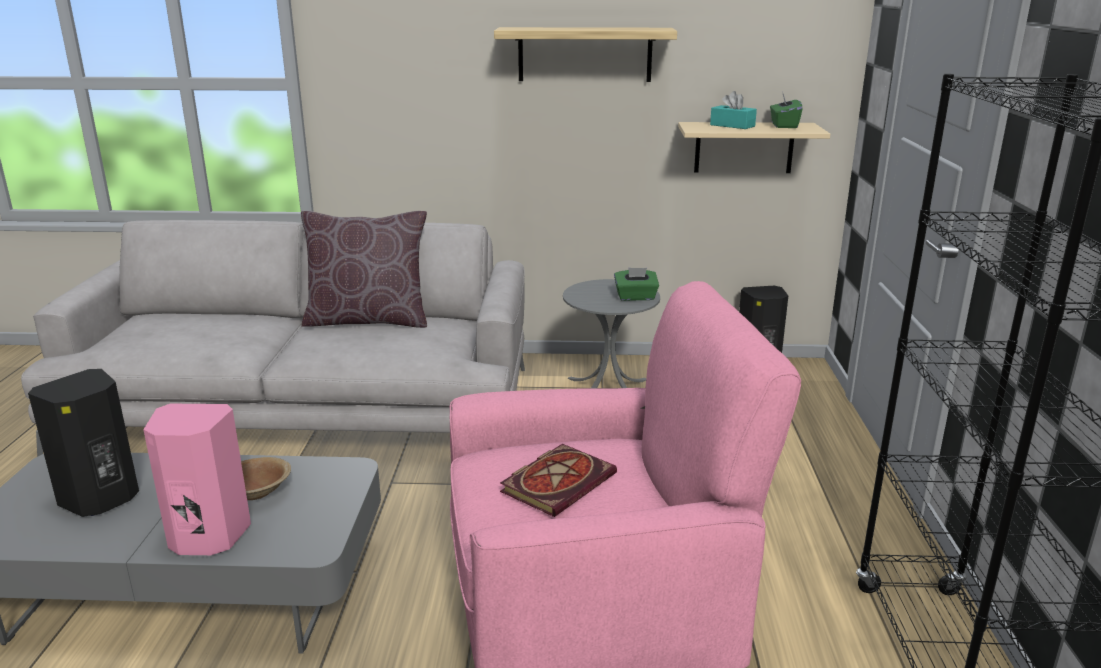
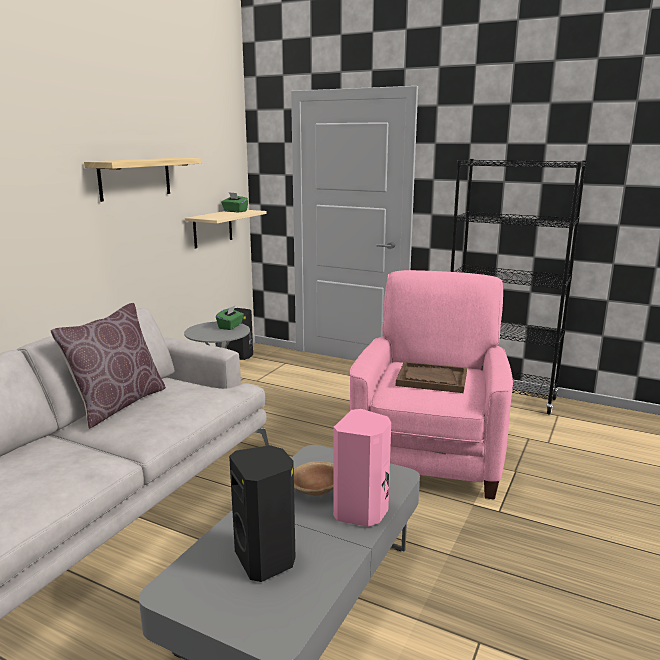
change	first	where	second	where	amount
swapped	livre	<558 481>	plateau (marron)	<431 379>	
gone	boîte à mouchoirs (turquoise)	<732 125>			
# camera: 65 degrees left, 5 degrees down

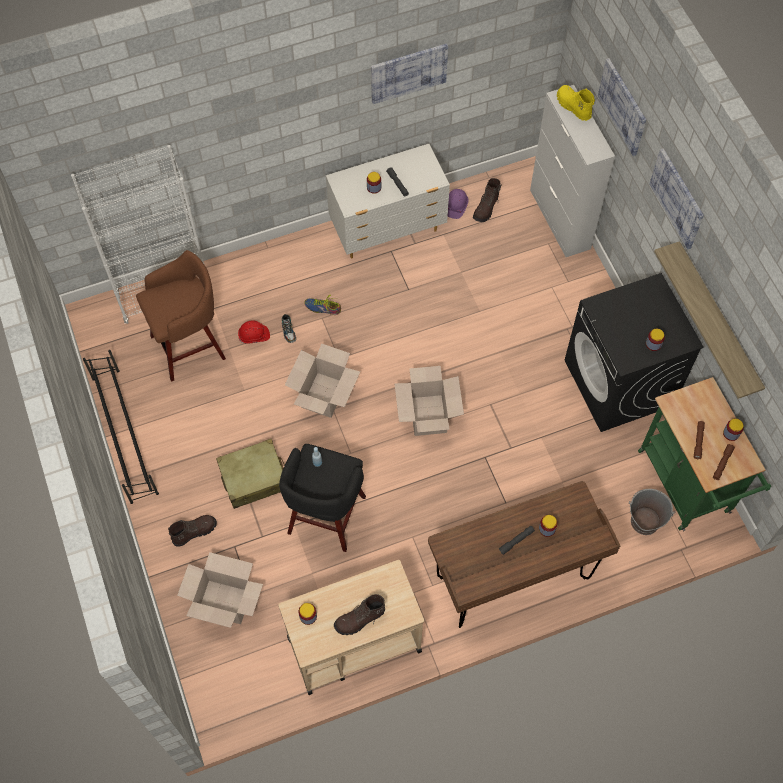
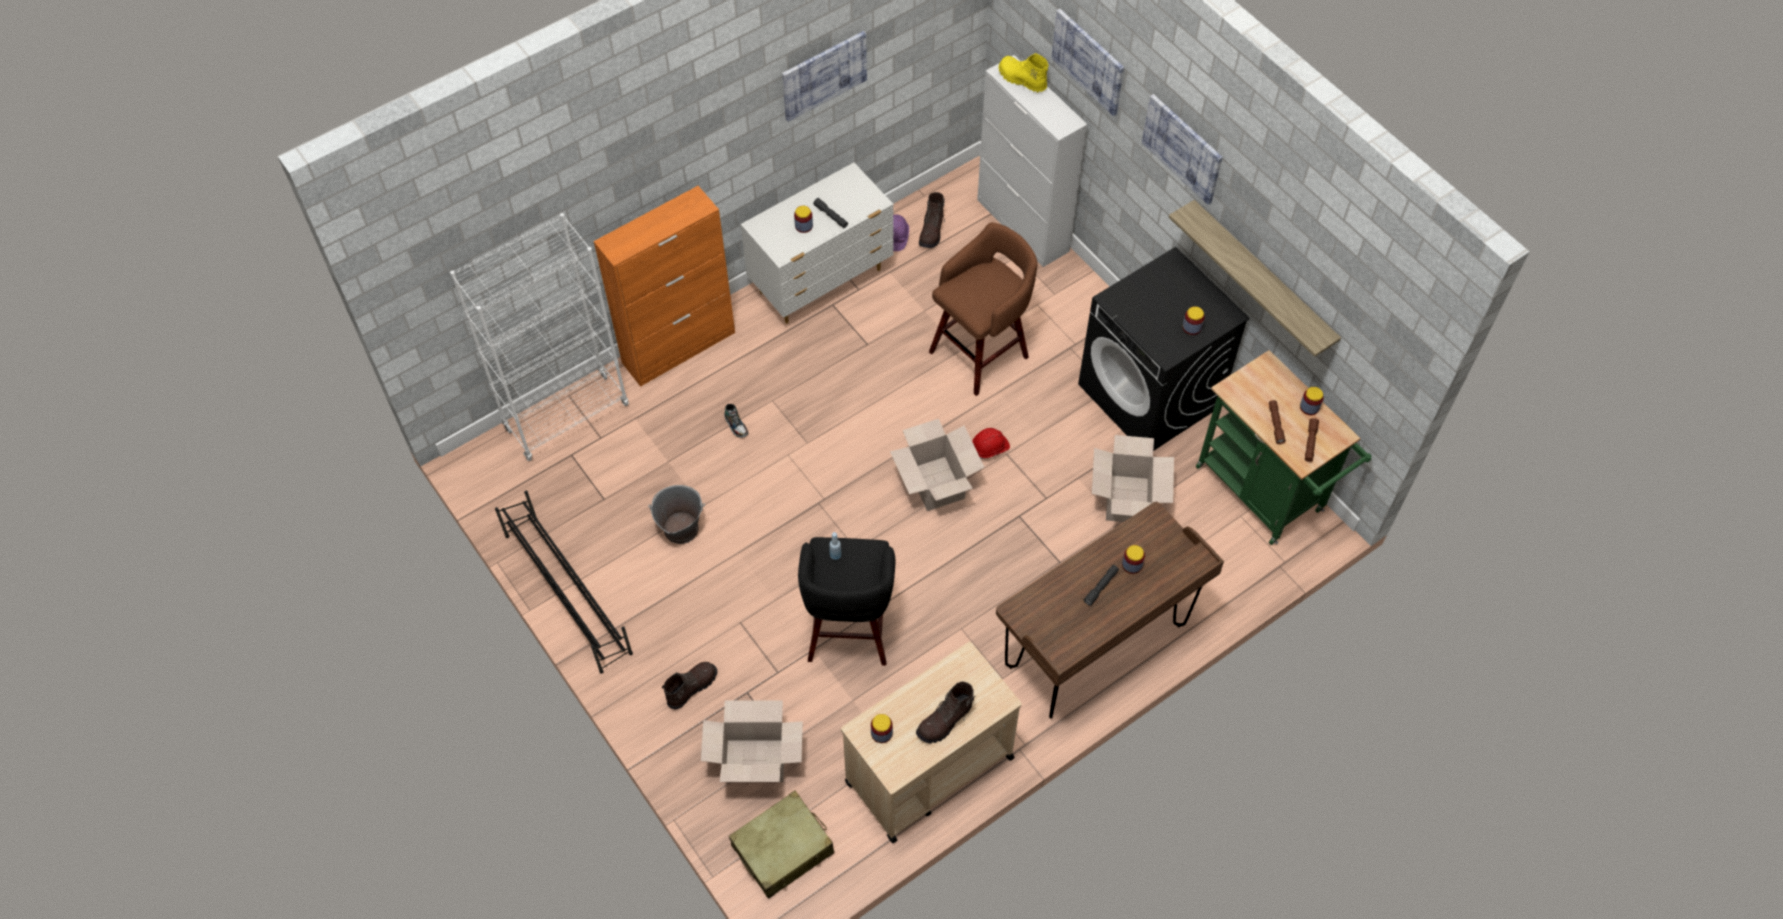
change	first	where	second	where	amount
new			meuble de rangement (orange)	<679 347>	
shifted	seau (gris)	<644 521>		<680 528>	
shifted	valise (beige)	<254 478>		<783 849>	
shifted	tabouret (marron)	<190 346>		<981 353>	
shifted	casque de chantier (rouge)	<254 336>		<990 448>	
shifted	carton	<323 395>		<1126 499>	
gone	chaussure	<323 308>			
# camera: 15 degrees left, 5 degrees down

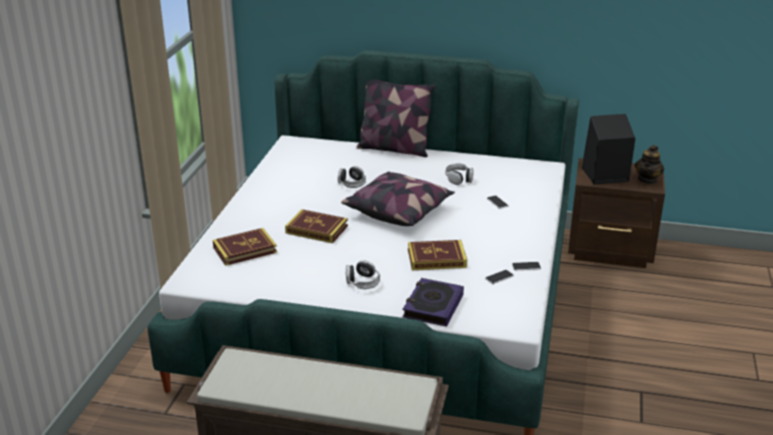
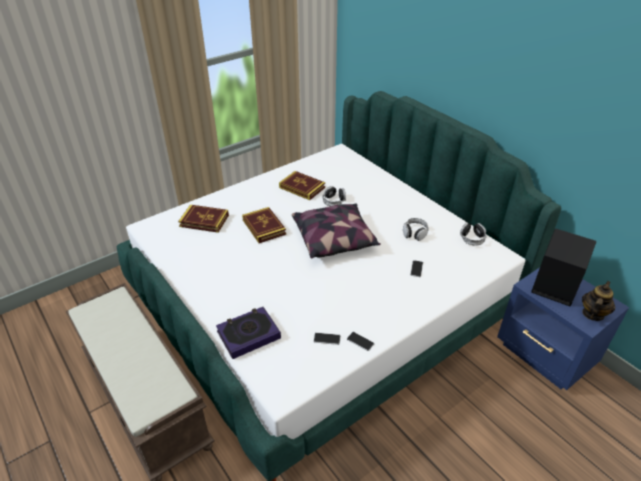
change	first	where	second	where	amount
shifted	livre	<436 258>		<302 187>	
shifted	casque audio	<362 282>		<472 238>	
repainted	table de chevet (marron)	<611 251>	table de chevet (bleu)	<545 355>	
rotated	théière	<648 179>		<592 314>	150 degrees clockwise
gone	coussin	<394 149>			
# camera: 40 degrees right, 10 degrees up

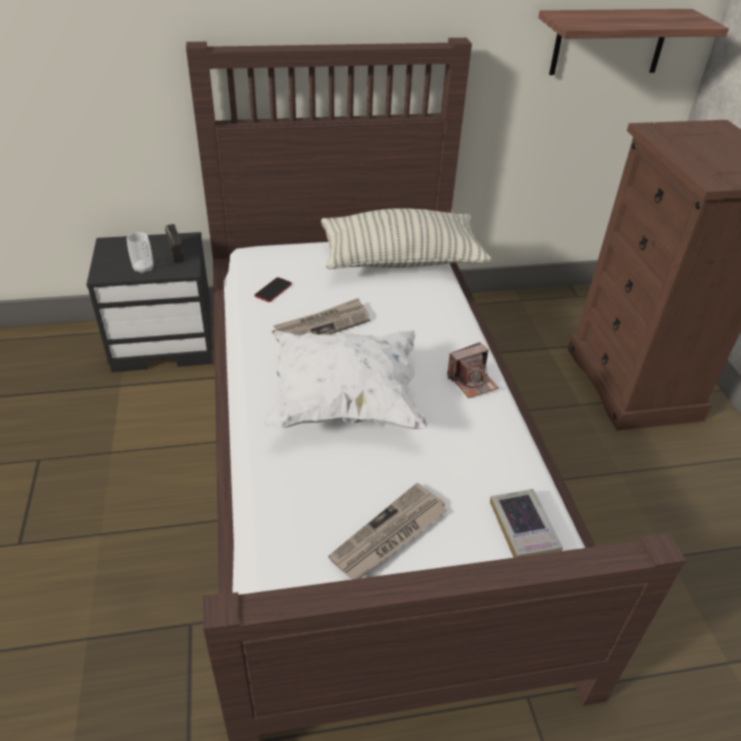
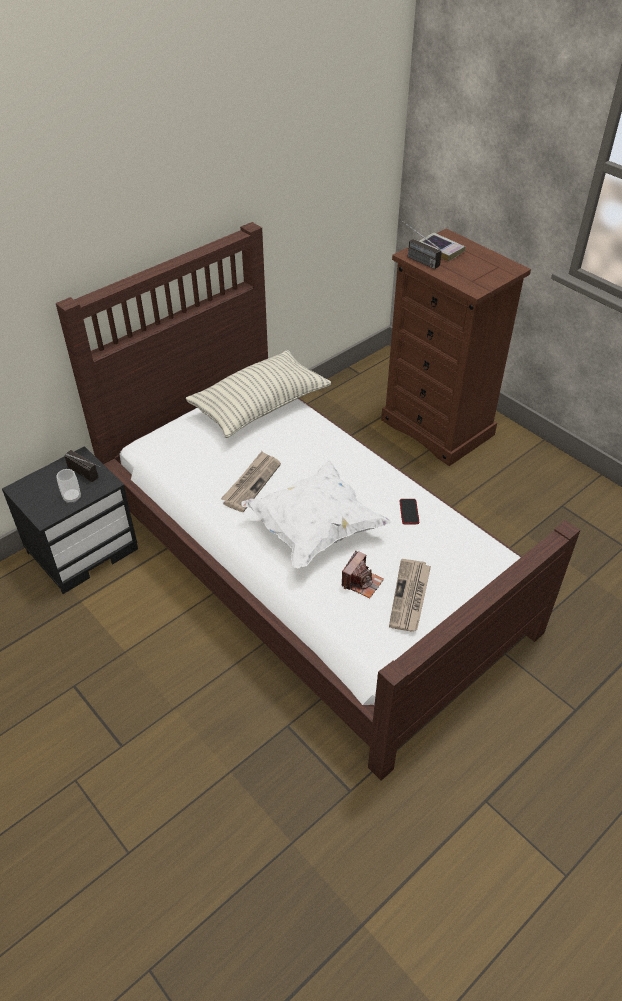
change	first	where	second	where	amount
shifted	appareil photo	<472 381>		<362 582>	
new			radio	<415 258>	
shifted	téléphone	<273 290>		<409 512>	
shifted	livre	<523 528>		<440 250>	
gone	étagère	<609 42>			
# camera: 30 degrees left, 5 degrees up

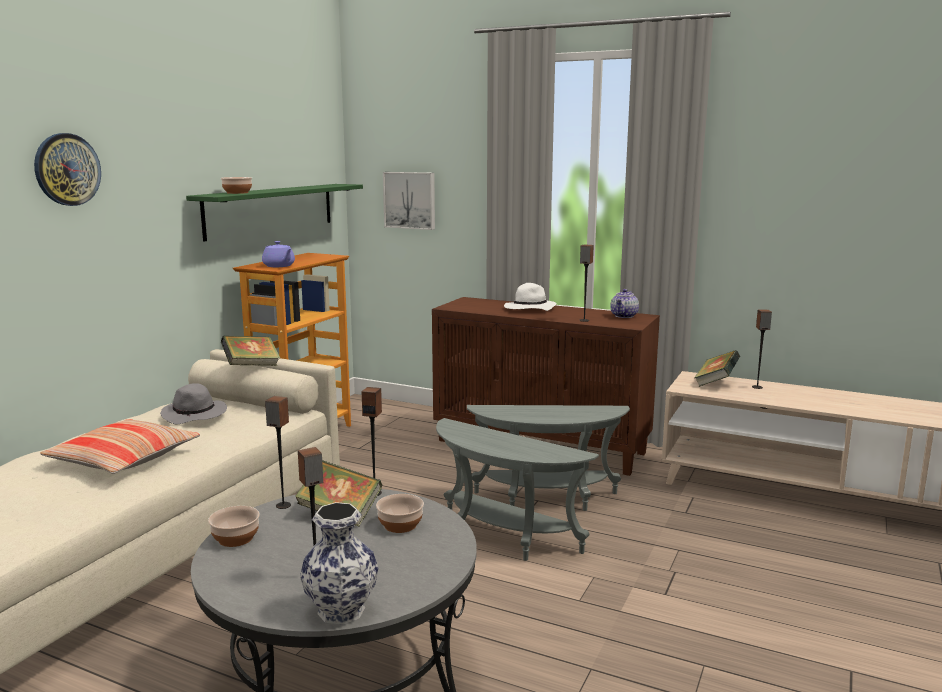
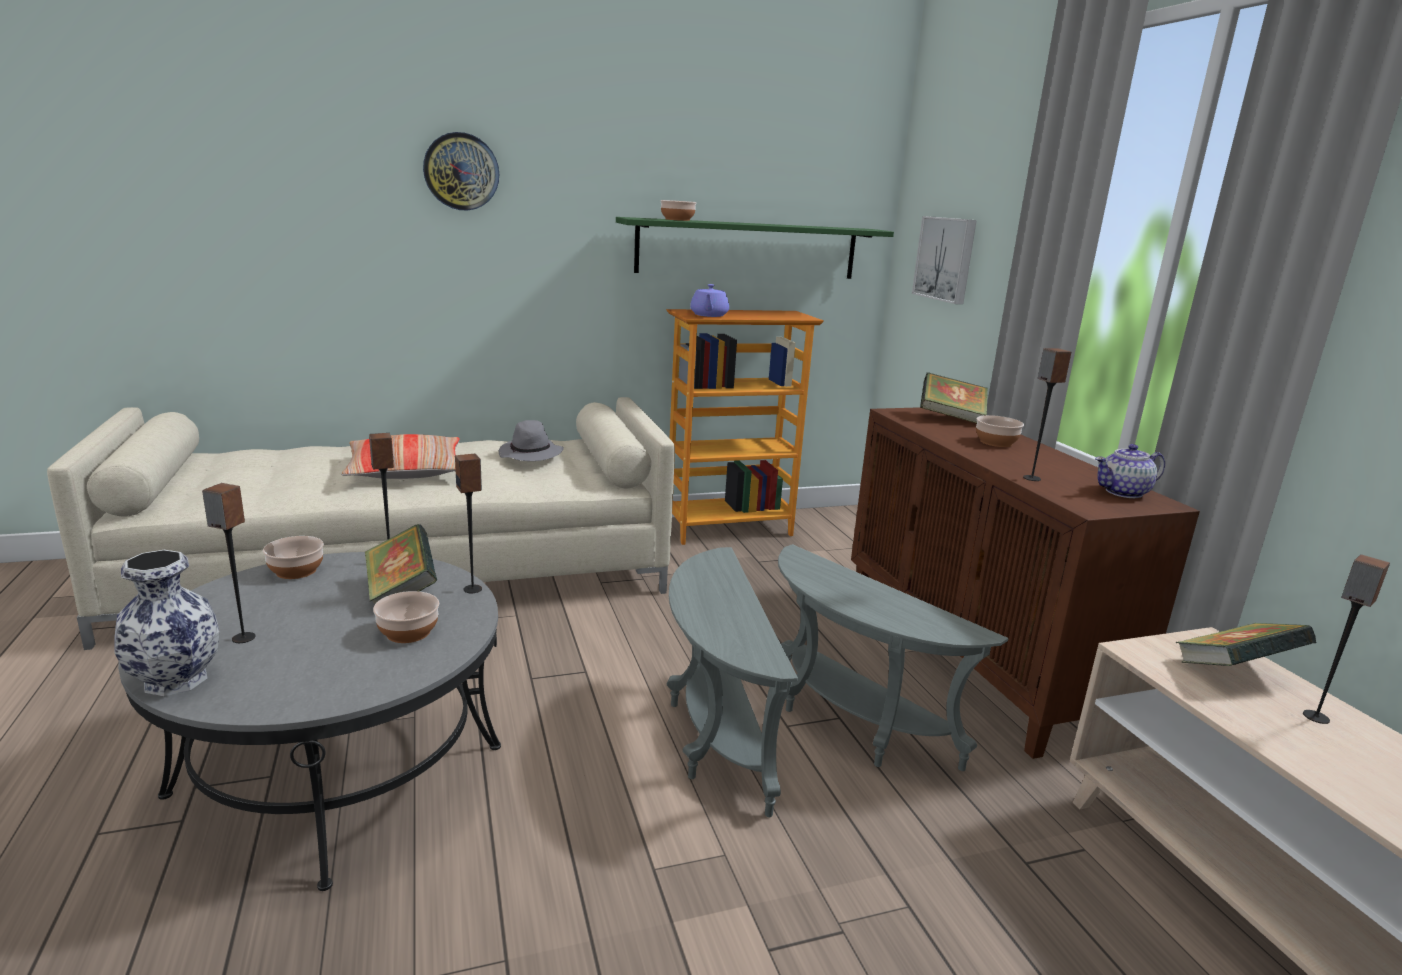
change	first	where	second	where	amount
shifted	livre	<251 366>		<951 418>	
swapped	chapeau (blanc)	<529 309>	bol	<995 442>	
# camera: 45 degrees right, 5 degrees up

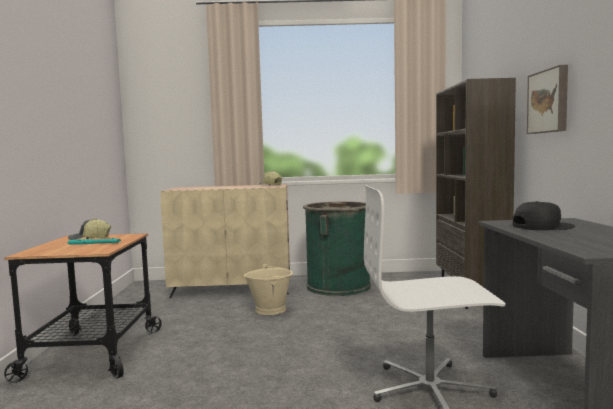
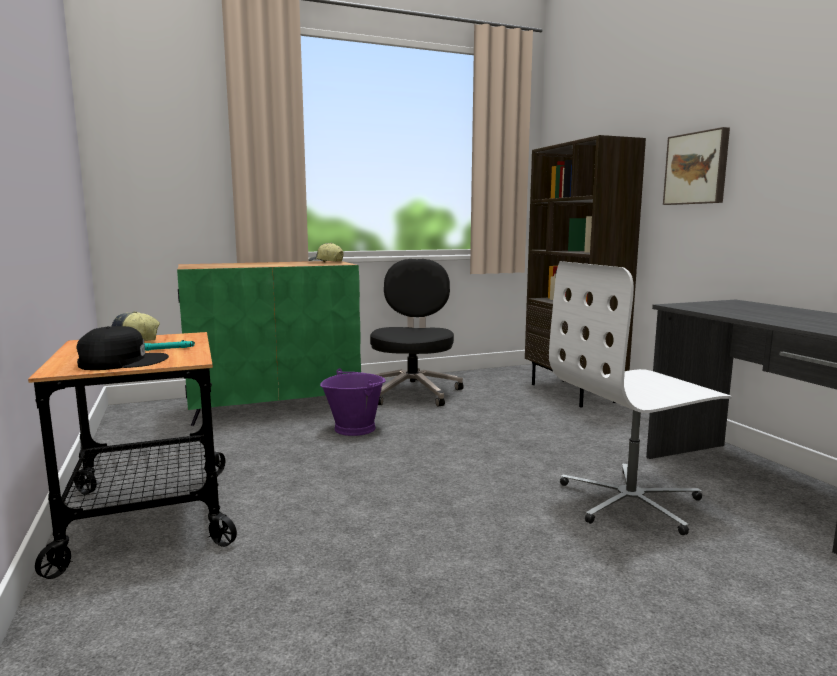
change	first	where	second	where	amount
shifted	casquette (noir)	<542 226>		<122 361>	
repainted	meuble de rangement (beige)	<233 289>	meuble de rangement (vert)	<275 406>	
repainted	seau (beige)	<270 309>	seau (violet)	<355 428>	
swapped	poubelle (vert)	<338 286>	chaise de bureau (noir)	<413 392>	
# camera: 20 degrees left, 5 degrees up

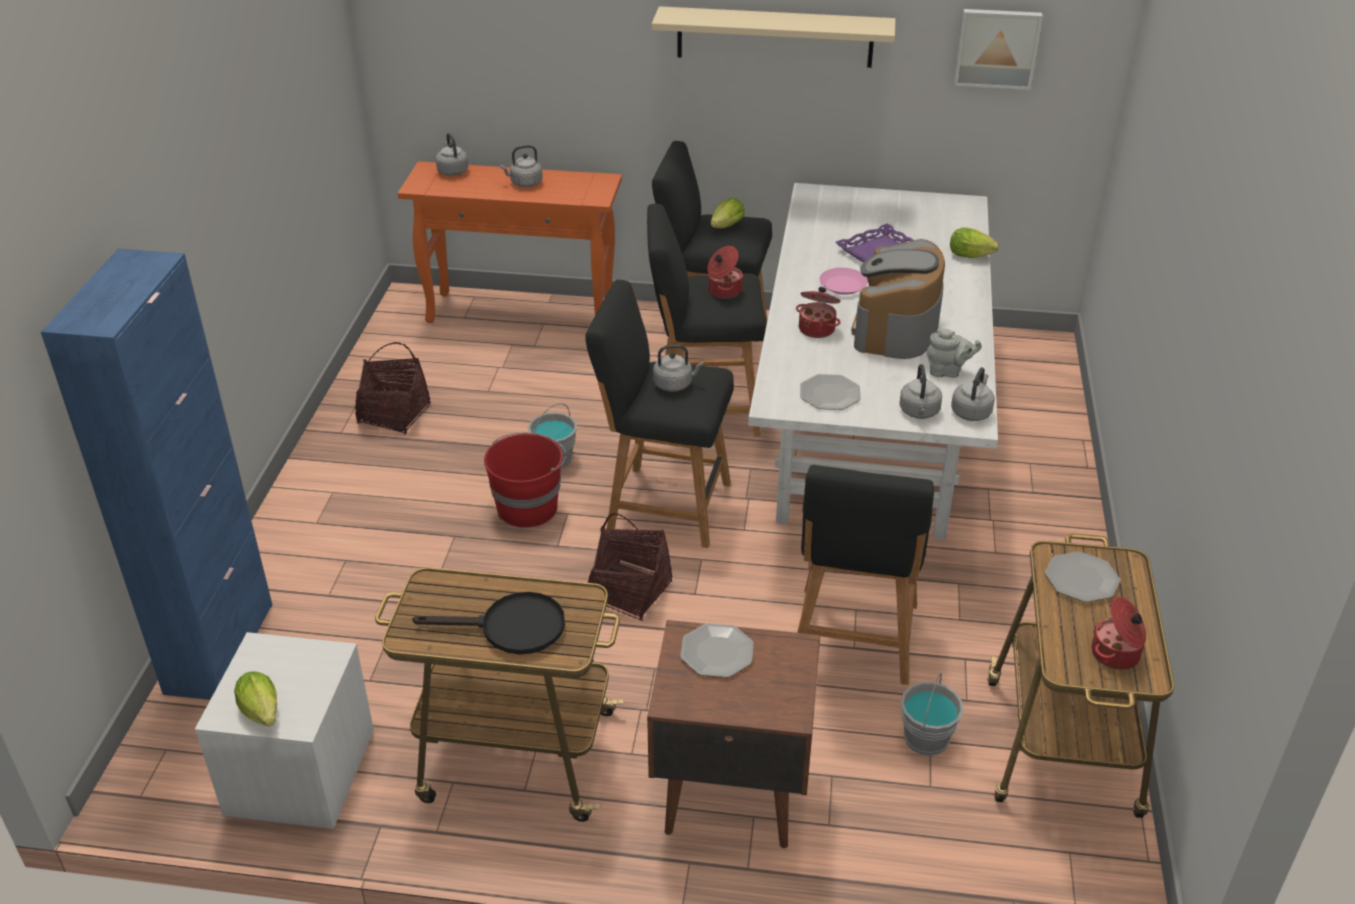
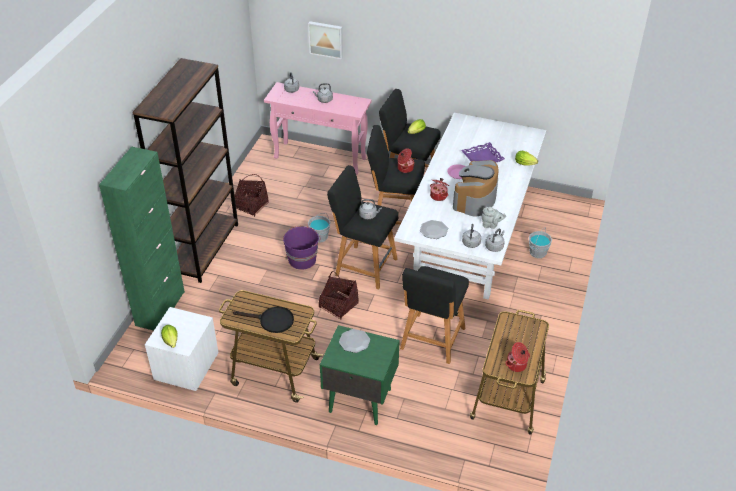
change	first	where	second	where	amount
repainted	meuble de rangement (bleu)	<220 648>	meuble de rangement (vert)	<160 308>	
new			bibliothèque (marron)	<203 249>	
repainted	table console (orange)	<523 314>	table console (rose)	<321 158>	
repainted	seau (rouge)	<528 507>	seau (violet)	<302 259>	
shifted	tableau	<997 48>		<326 39>	
repainted	table de chevet (marron)	<729 793>	table de chevet (vert)	<359 399>	
shifted	seau (gris)	<926 739>		<538 252>	
gone	étagère (beige)	<774 37>			
gone	assiette	<1081 578>			
# camera: 10 degrees right, 5 degrees up

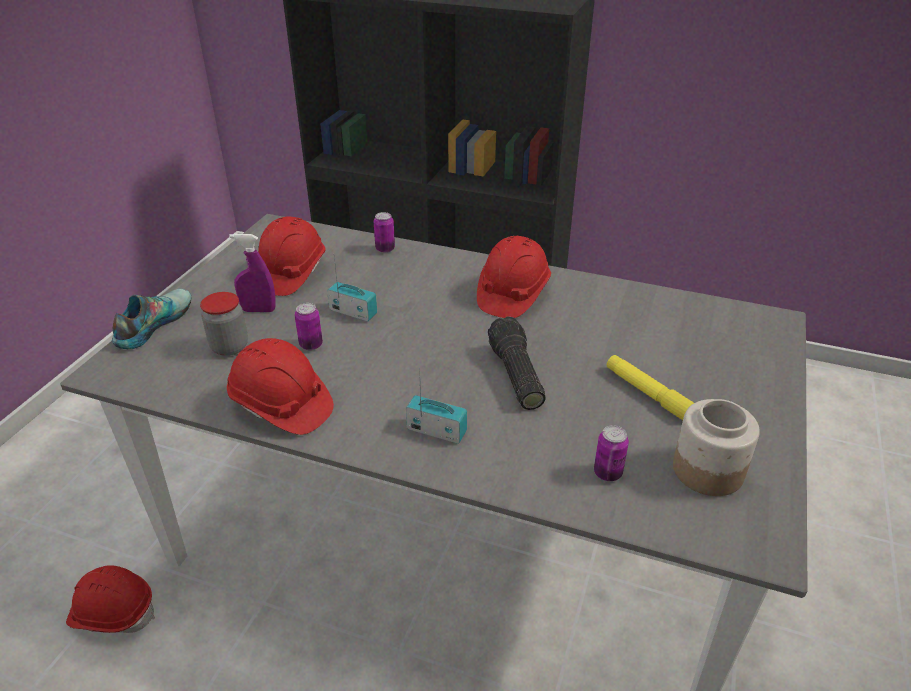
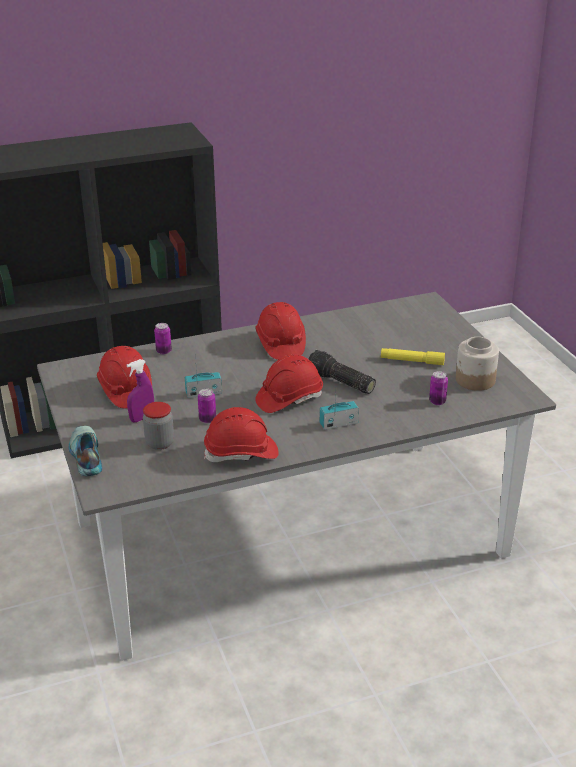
change	first	where	second	where	amount
shifted	casque de chantier (rouge)	<113 612>		<289 398>	
# camera: 40 degrees left, 5 degrees down

